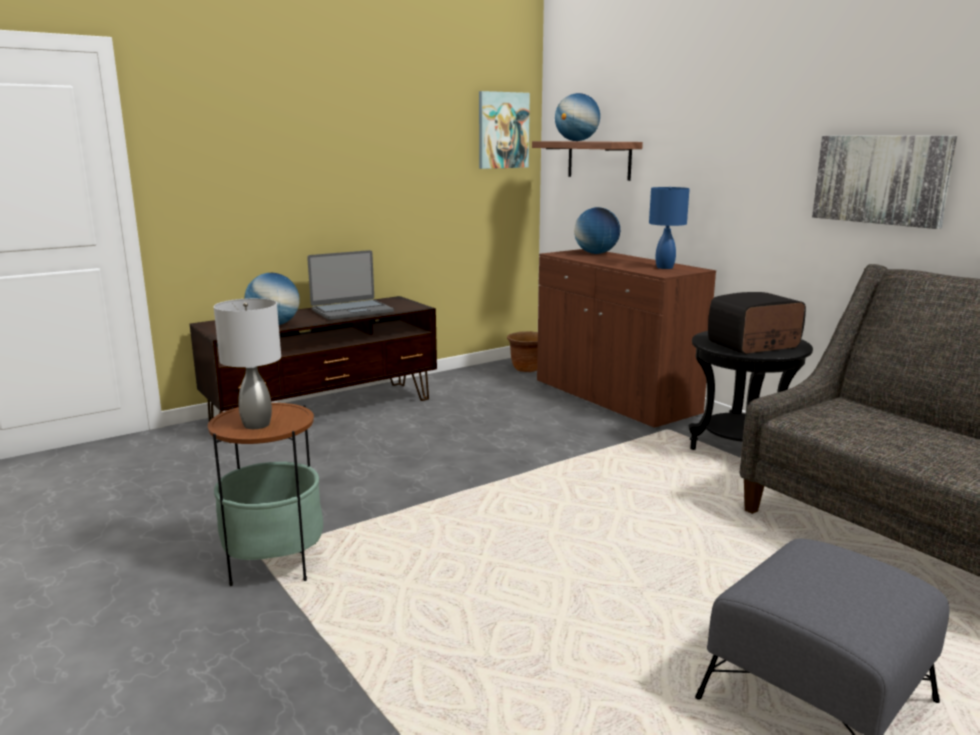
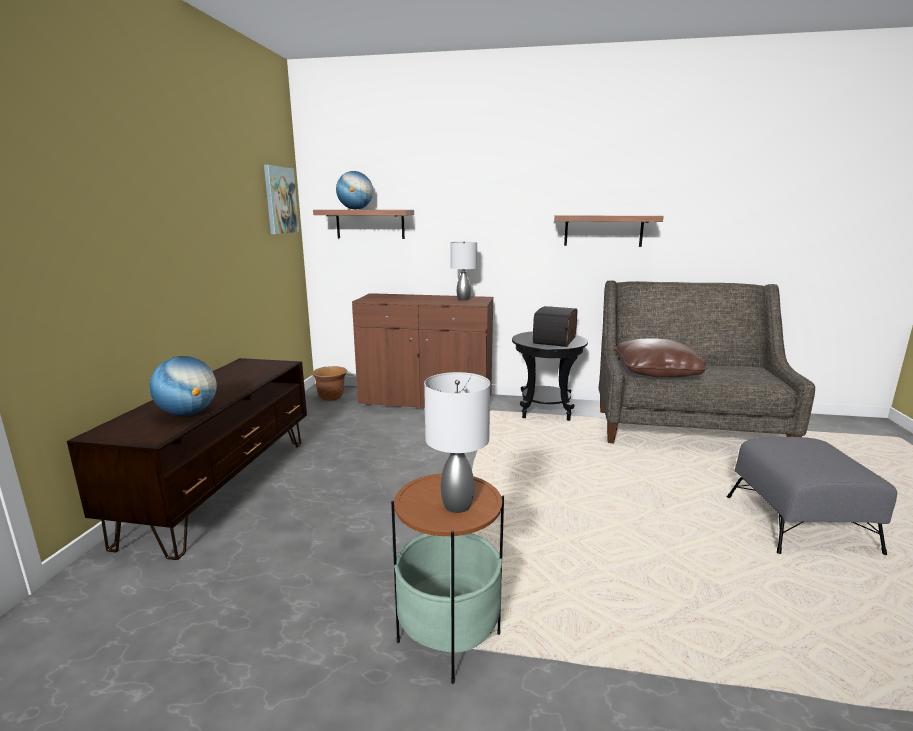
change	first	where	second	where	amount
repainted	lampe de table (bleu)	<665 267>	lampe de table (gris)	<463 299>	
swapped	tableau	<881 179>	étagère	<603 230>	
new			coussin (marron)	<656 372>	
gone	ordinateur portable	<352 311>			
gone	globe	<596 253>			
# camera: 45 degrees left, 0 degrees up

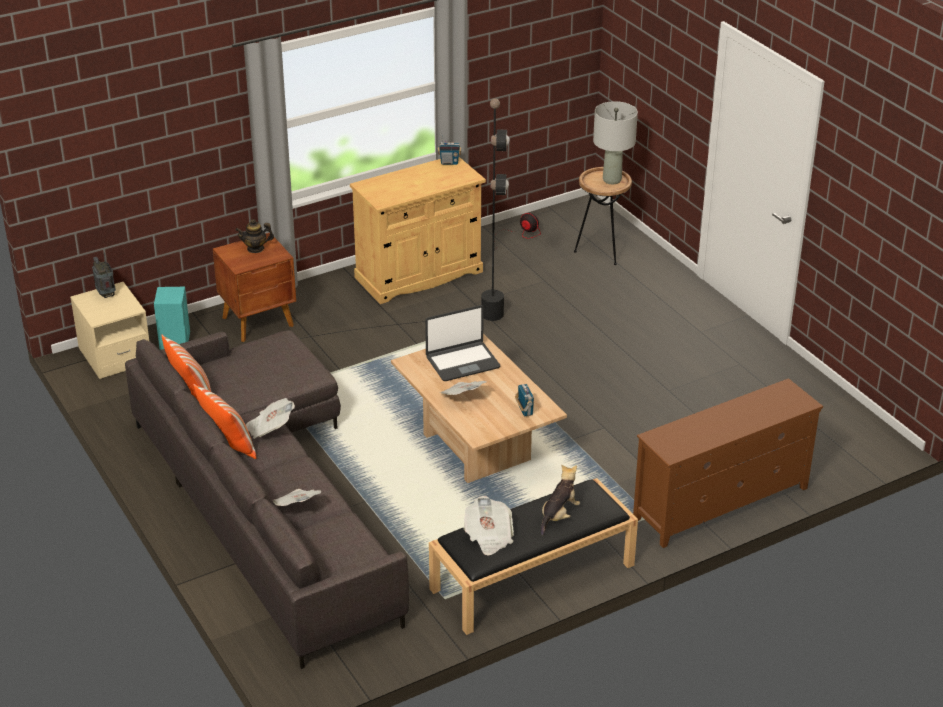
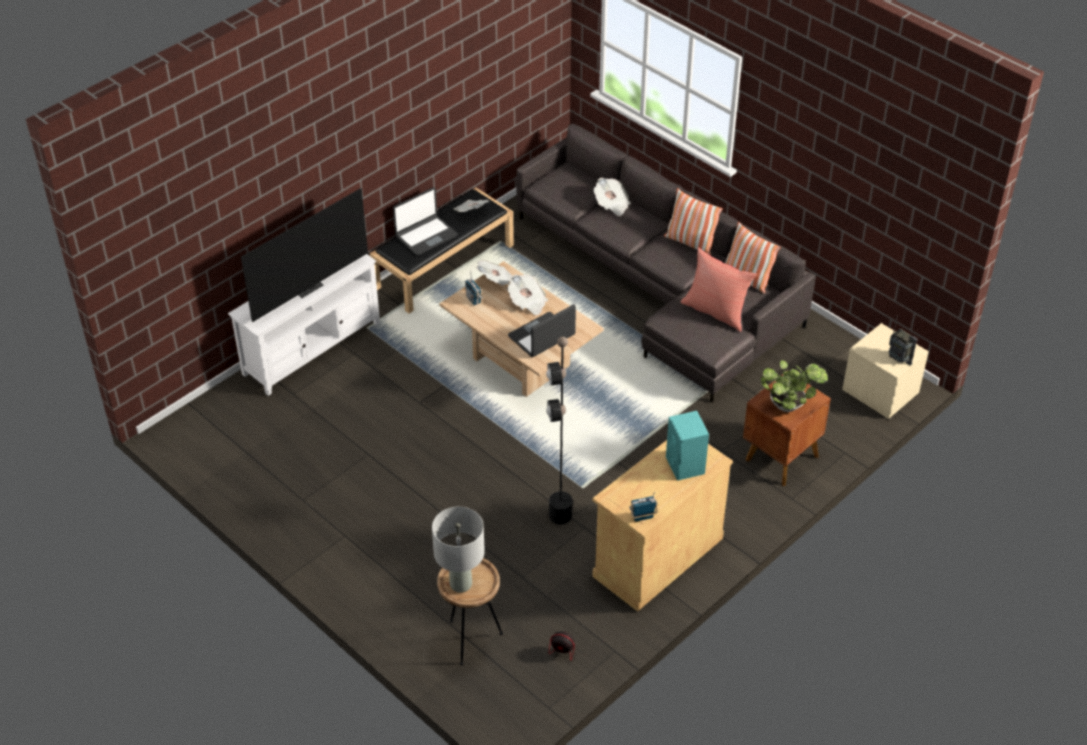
change	first	where	second	where	amount
repainted	meuble télé (marron)	<721 504>	meuble télé (blanc)	<311 348>	
new			téléviseur	<307 287>	
swapped	peluche	<559 515>	ordinateur portable	<426 236>	
shifted	journal	<270 428>		<497 281>	
shifted	enceinte (turquoise)	<175 340>		<685 466>	
new			coussin (rouge)	<716 311>	
swapped	théière	<255 248>	plante en pot	<789 405>	
# camera: 165 degrees right, 10 degrees up

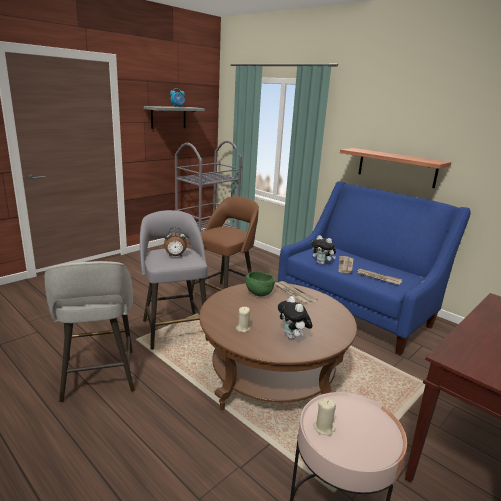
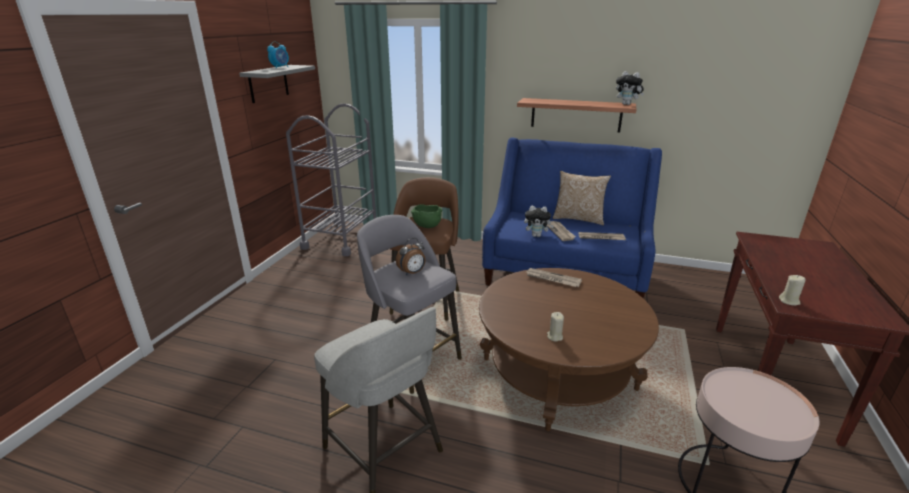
change	first	where	second	where	amount
shifted	bol (vert)	<258 294>		<427 226>	
new			coussin	<578 219>	
shifted	peluche	<293 337>		<627 104>	
shifted	bougie (beige)	<324 428>		<789 301>	
# camera: 25 degrees left, 5 degrees up

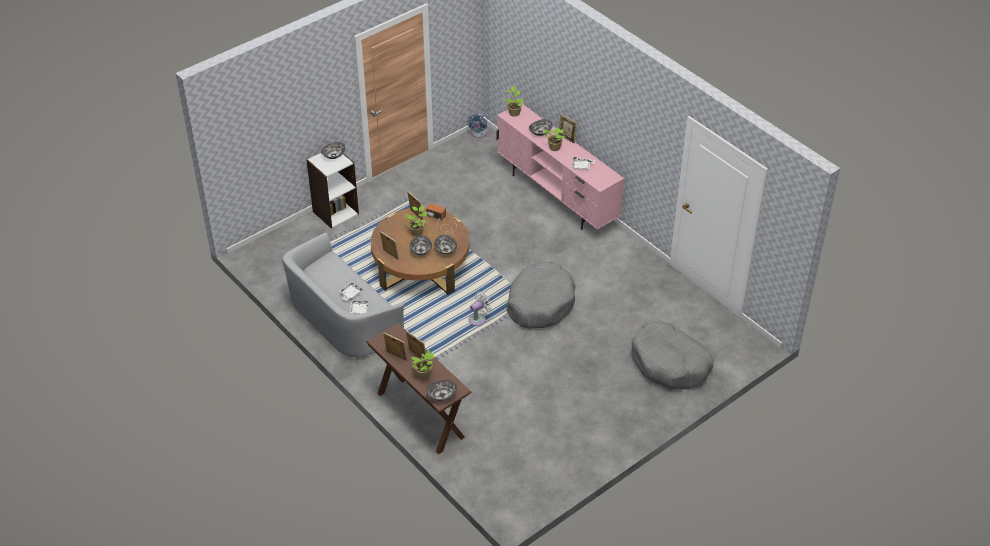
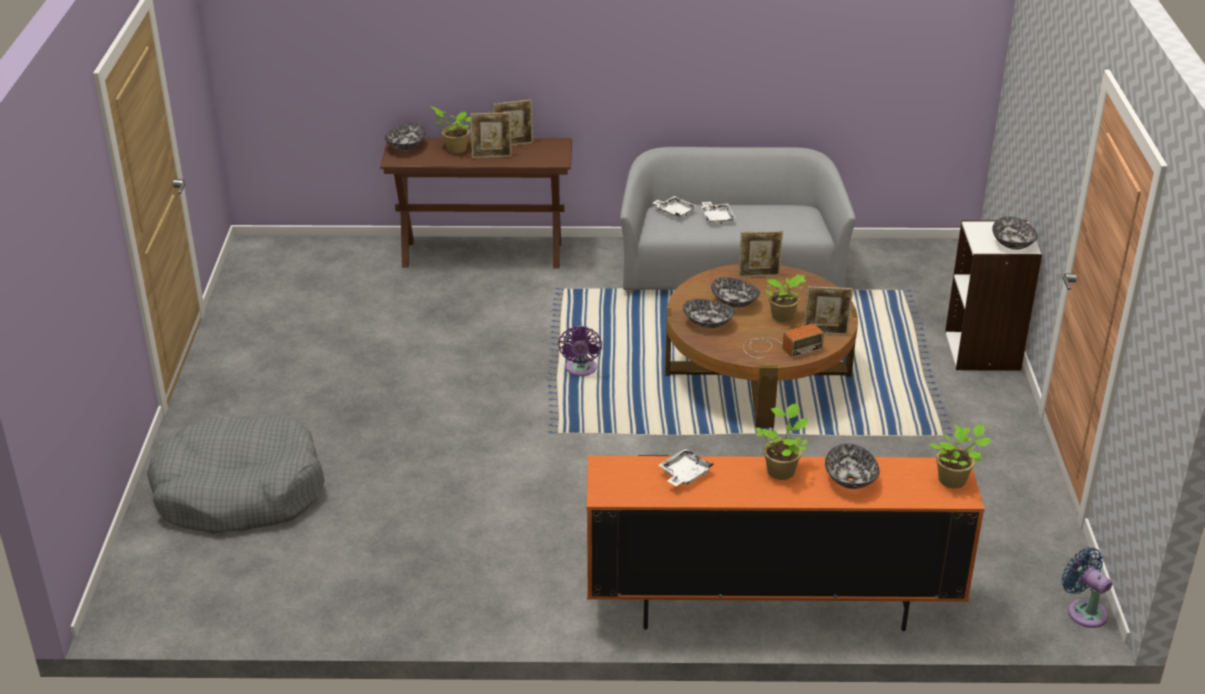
change	first	where	second	where	amount
repainted	ventilateur (blanc)	<478 319>	ventilateur (violet)	<580 370>	
repainted	meuble télé (rose)	<557 197>	meuble télé (orange)	<769 606>	
gone	panier pour chien (gris)	<540 303>			
gone	cadre photo	<566 138>			
# camera: 130 degrees right, 10 degrees down

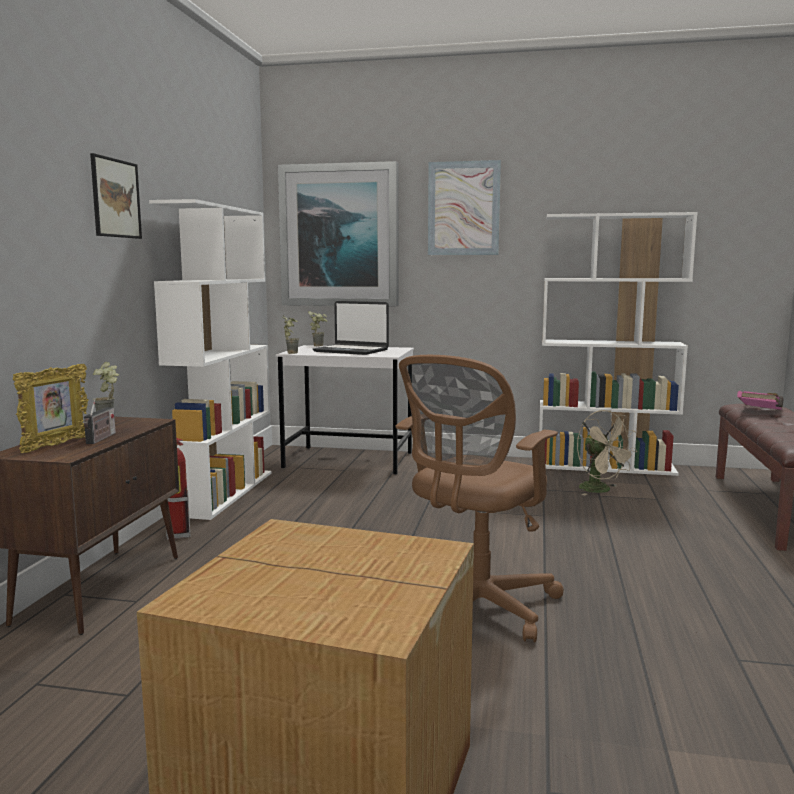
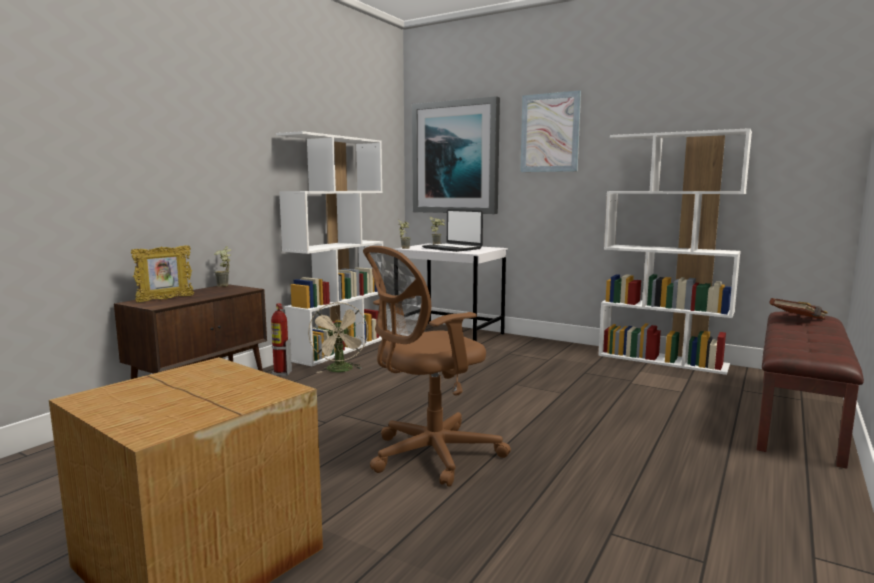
change	first	where	second	where	amount
shifted	ventilateur (beige)	<601 490>		<341 370>	
repainted	livre (rose)	<760 411>	livre (marron)	<798 319>	
gone	radio	<100 439>			
gone	tableau	<116 198>			
# camera: 20 degrees right, 0 degrees up

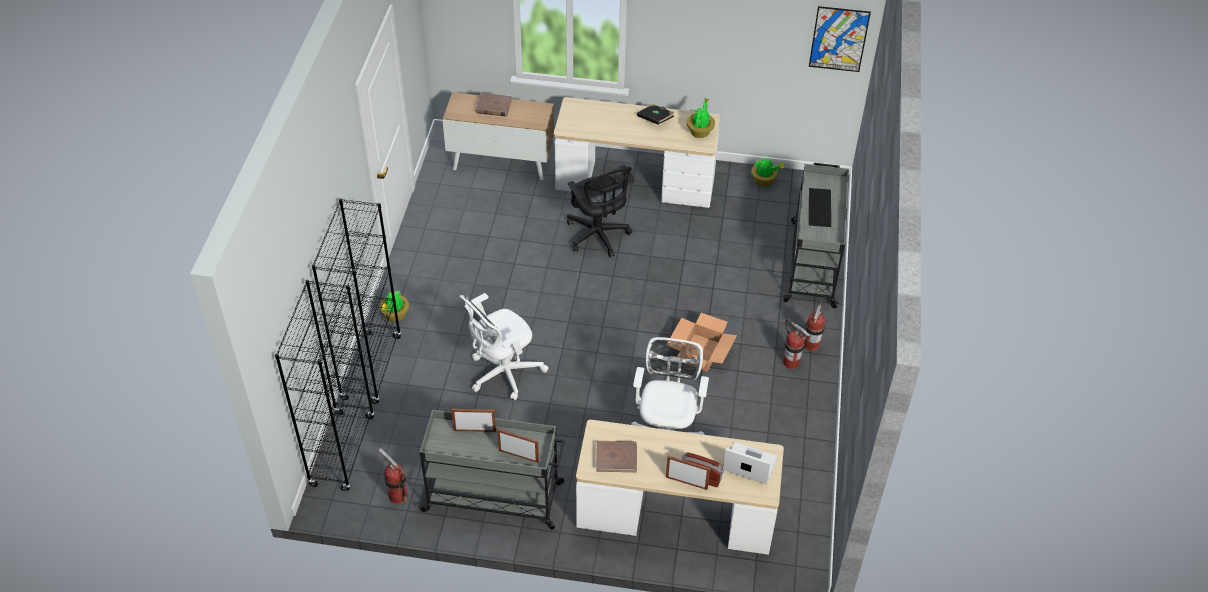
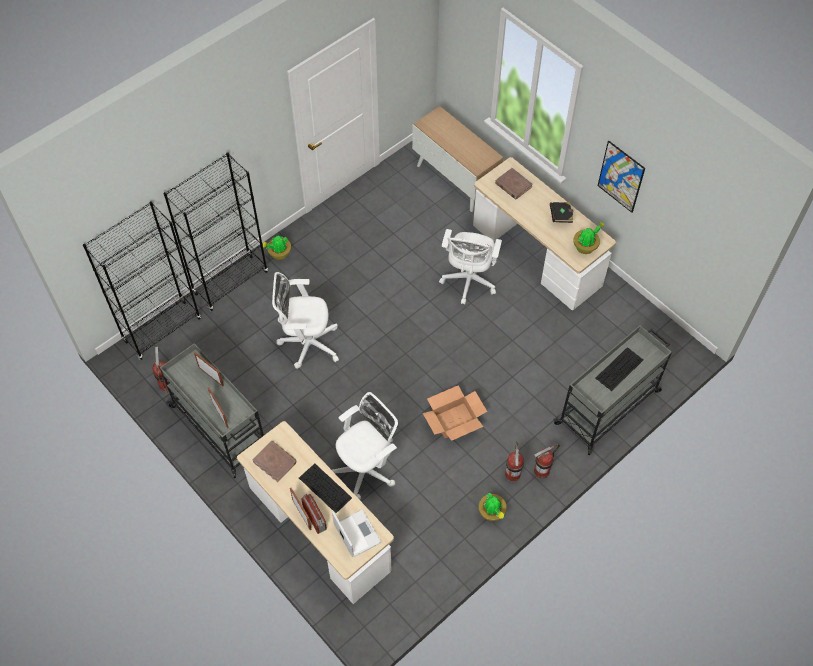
change	first	where	second	where	amount
new			clavier	<324 487>	
repainted	chaise de bureau (noir)	<598 236>	chaise de bureau (blanc)	<469 281>	
shifted	plante en pot	<764 181>		<492 513>	
shifted	livre (marron)	<493 106>		<513 185>	
shifted	tableau	<839 39>		<621 176>	
# camera: 40 degrees right, 10 degrees up

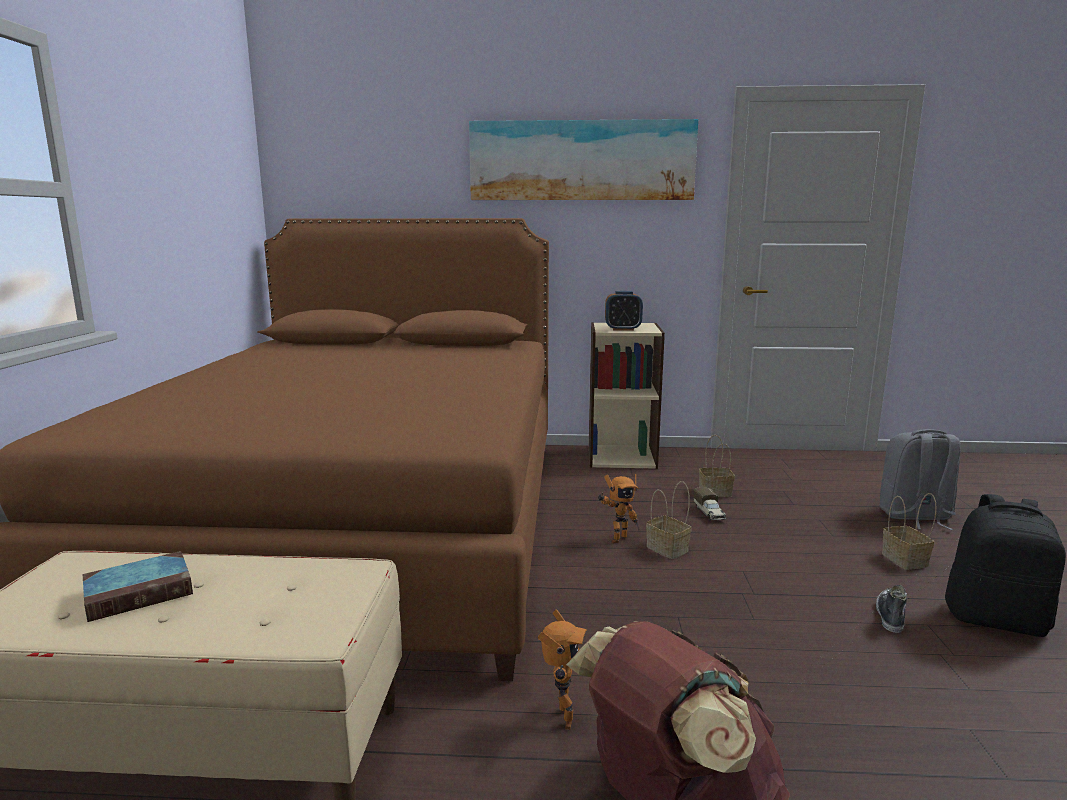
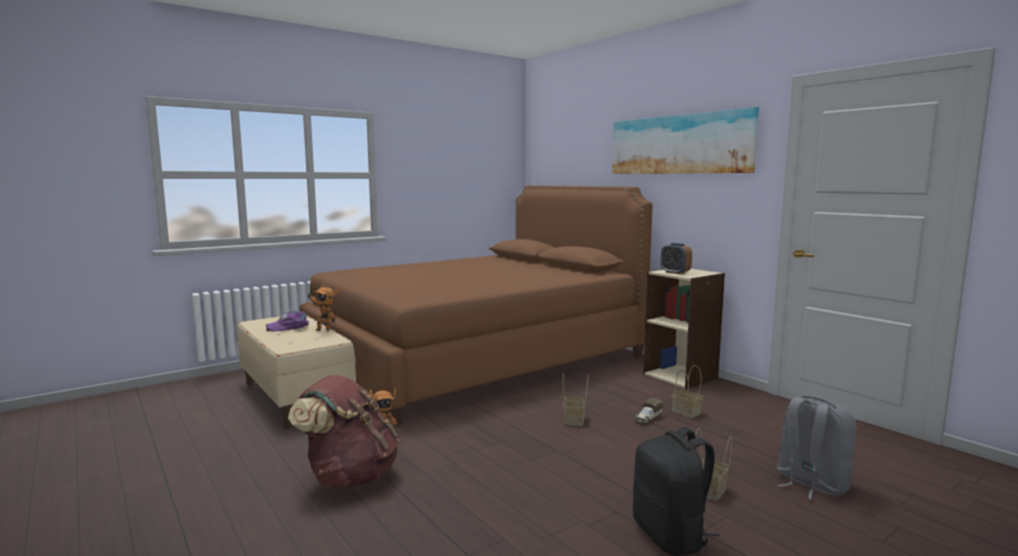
change	first	where	second	where	amount
swapped	livre	<141 592>	casquette (violet)	<288 327>	
shifted	robot jouet	<616 538>		<323 329>	
gone	chaussure	<890 616>			
# camera: 50 degrees right, 5 degrees down

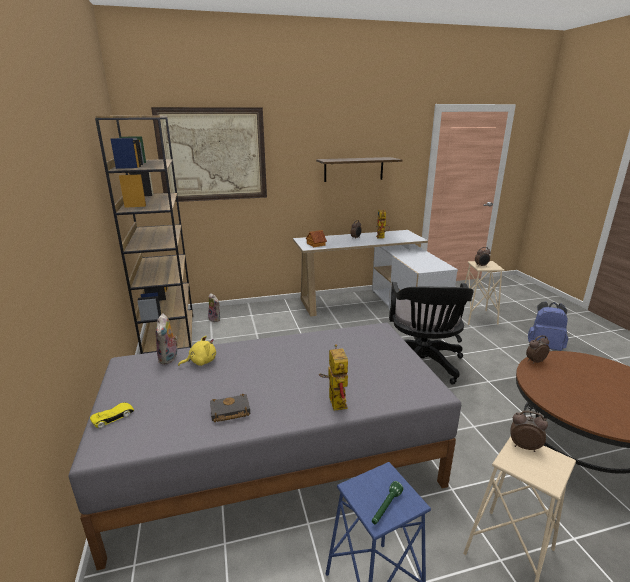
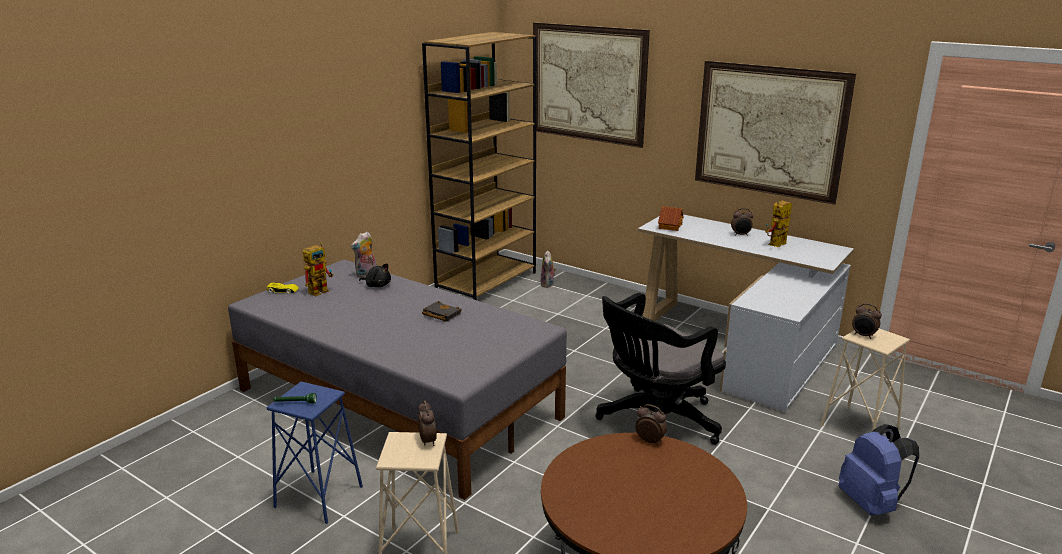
change	first	where	second	where	amount
shifted	robot jouet	<334 400>		<321 290>	
repainted	peluche (jaune)	<201 361>	peluche (noir)	<377 285>	
shifted	livre (noir)	<229 412>		<440 315>	
swapped	étagère	<353 169>	tableau	<769 130>	
# camera: 50 degrees right, 0 degrees up

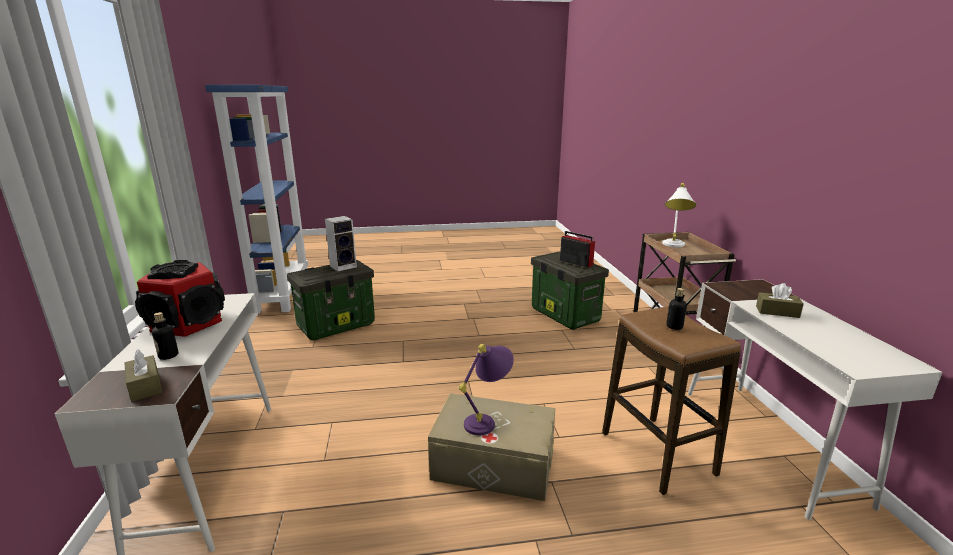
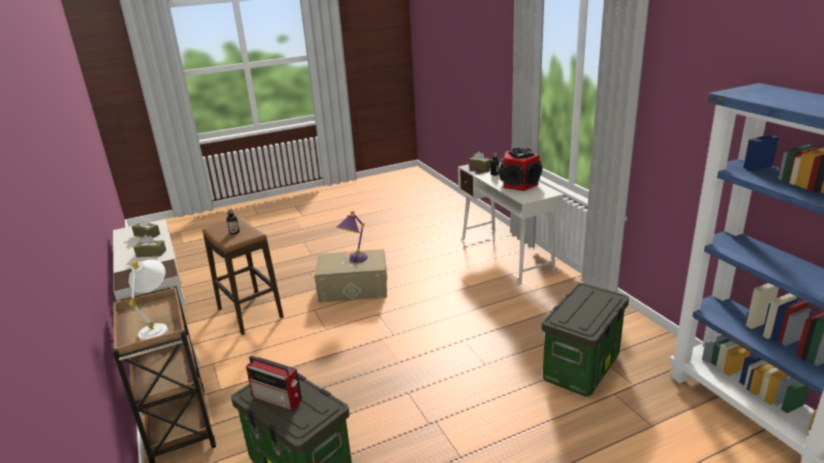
change	first	where	second	where	amount
new			boîte à mouchoirs (marron)	<147 235>	
gone	enceinte	<344 266>			
# camera: 165 degrees right, 5 degrees up

